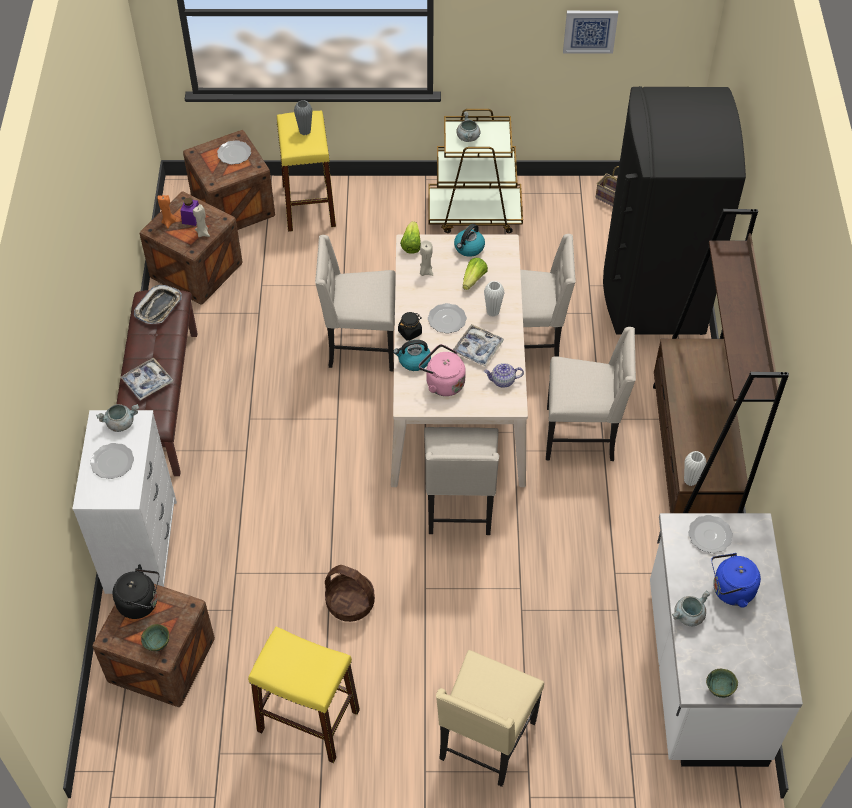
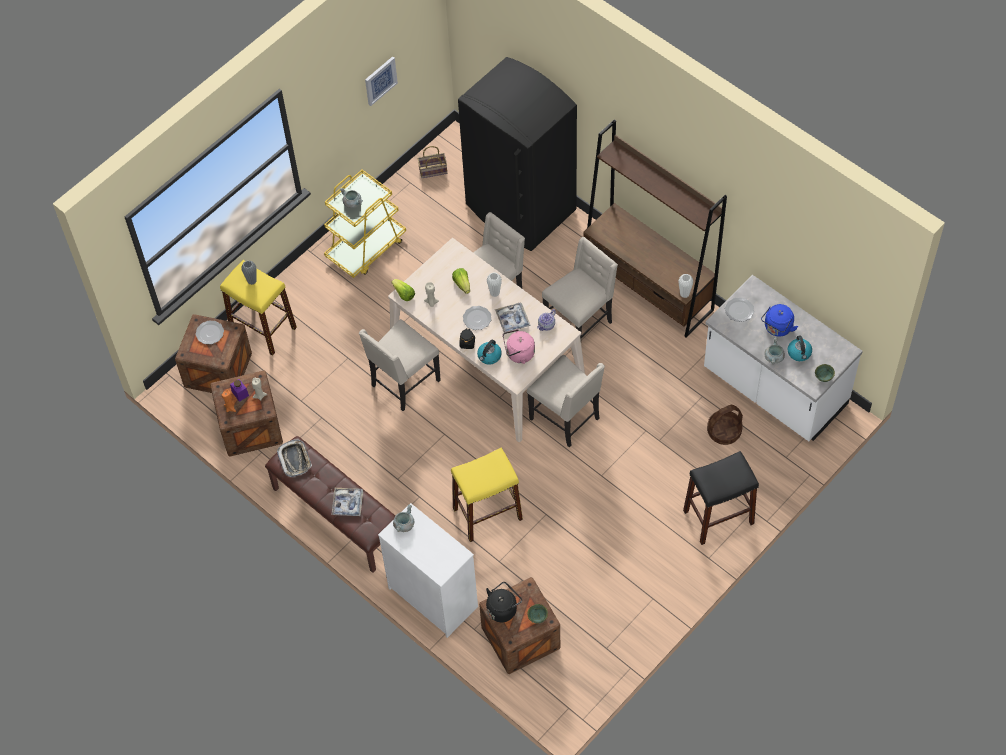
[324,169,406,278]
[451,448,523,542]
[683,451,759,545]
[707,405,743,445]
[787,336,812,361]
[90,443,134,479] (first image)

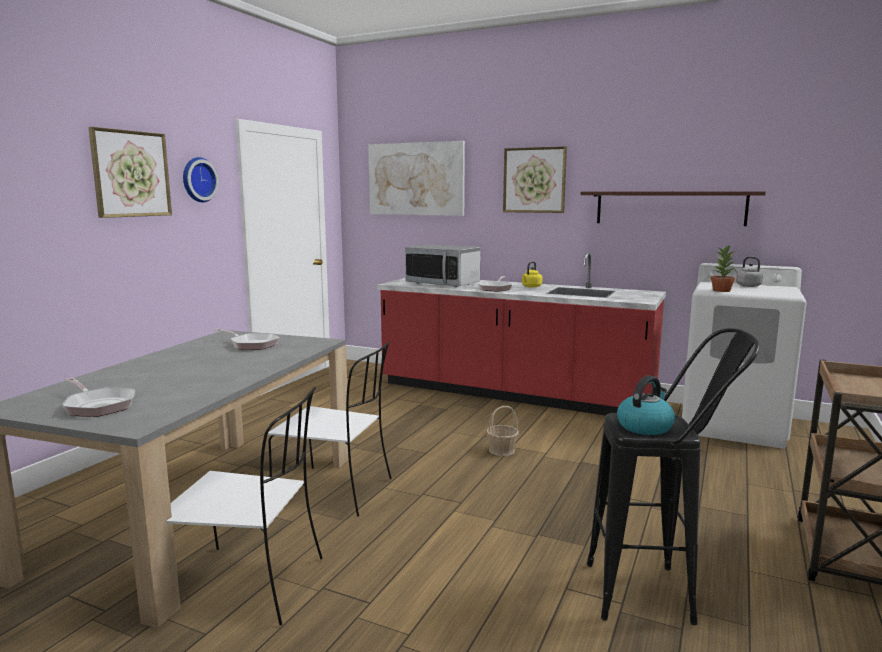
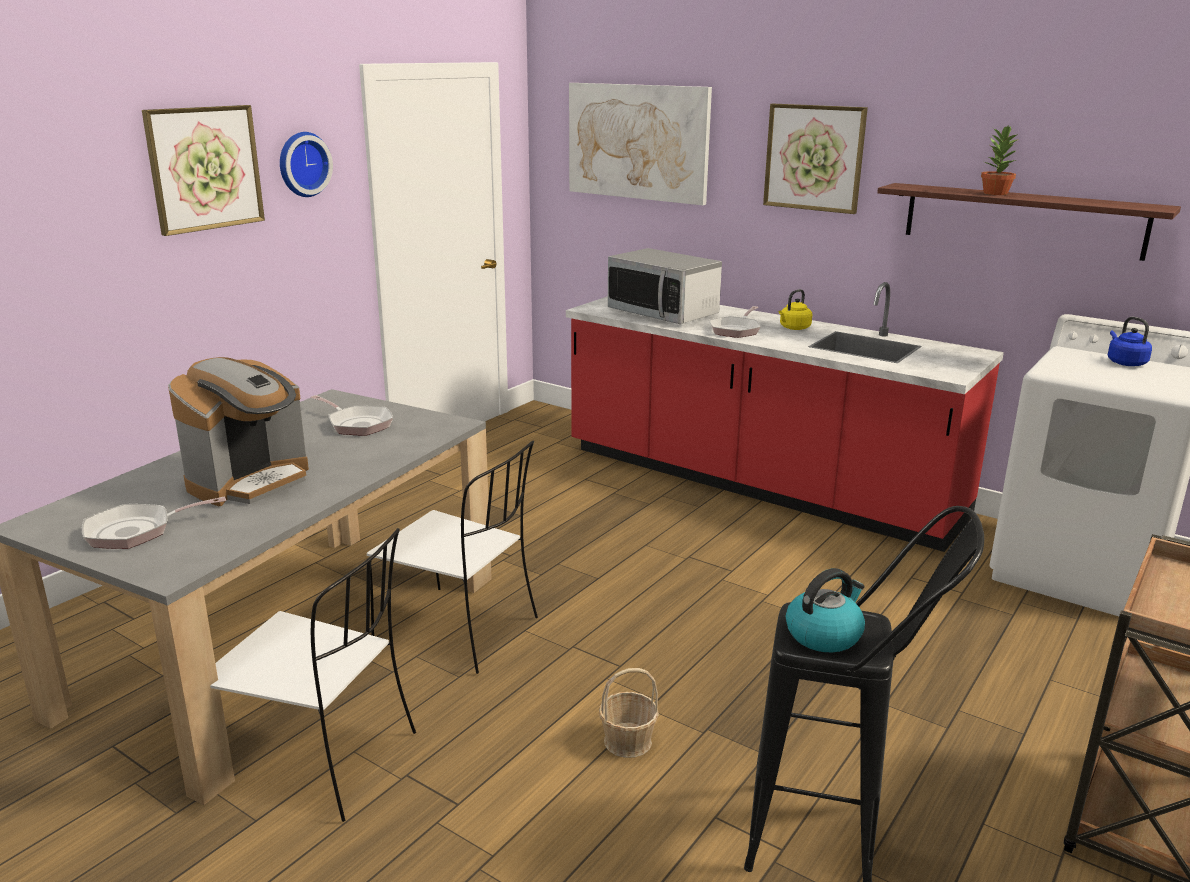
[82,497,226,549]
[168,357,309,506]
[599,668,659,758]
[981,126,1019,195]
[1108,317,1152,366]

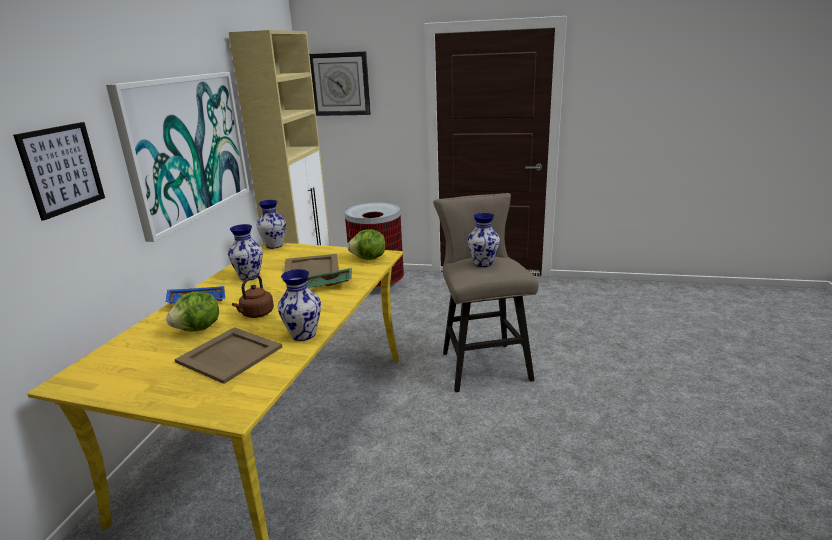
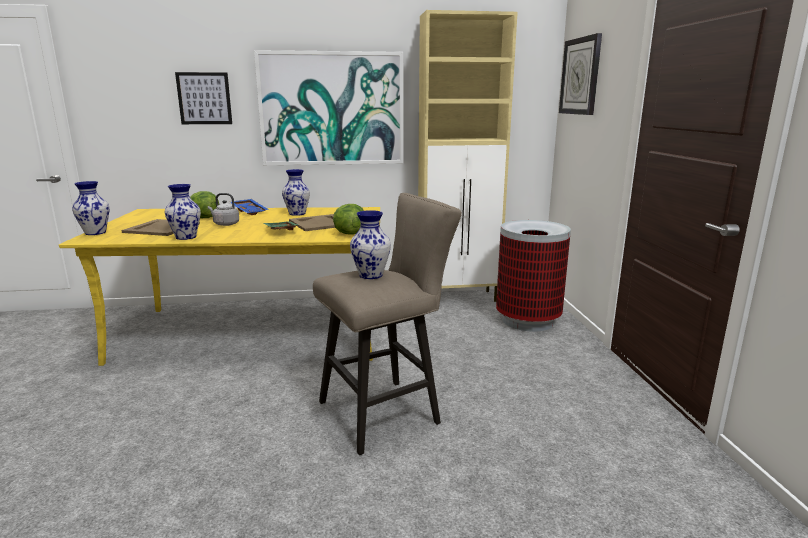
[72,181,109,235]
[208,193,239,226]

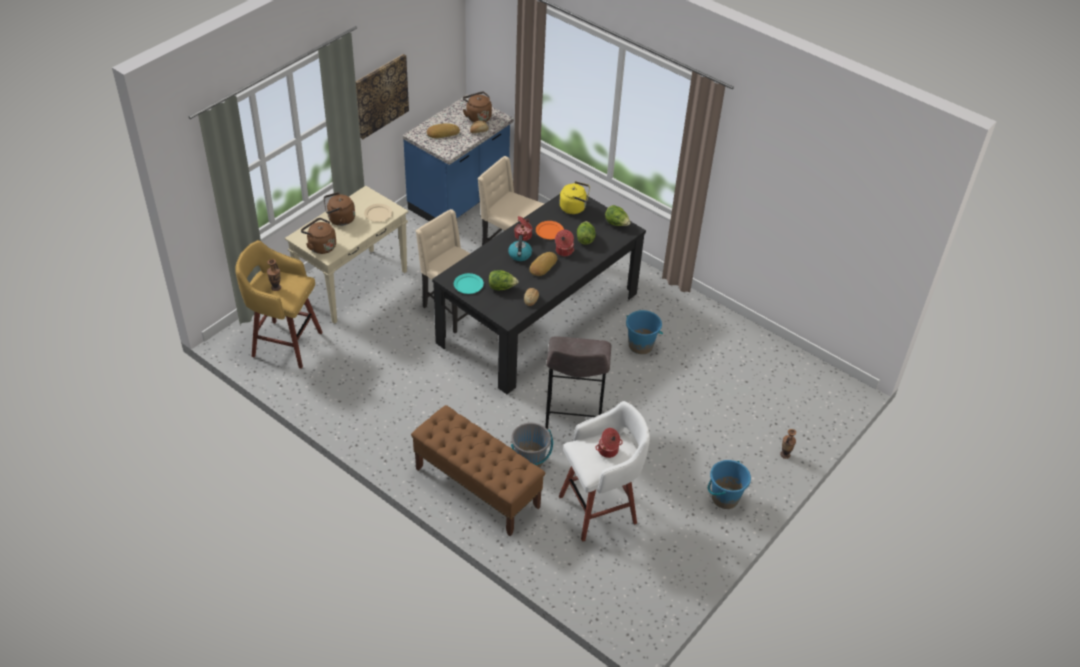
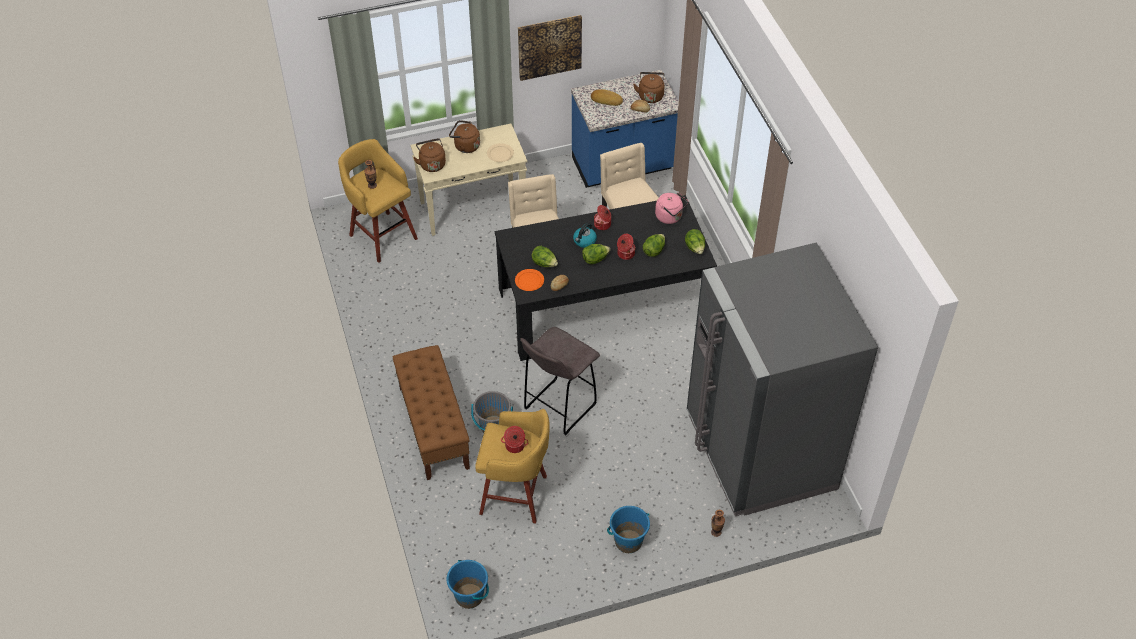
[447,560,489,609]
[475,409,550,523]
[515,269,544,291]
[582,244,610,264]
[655,193,689,224]
[687,242,878,516]
[454,273,484,294] (first image)

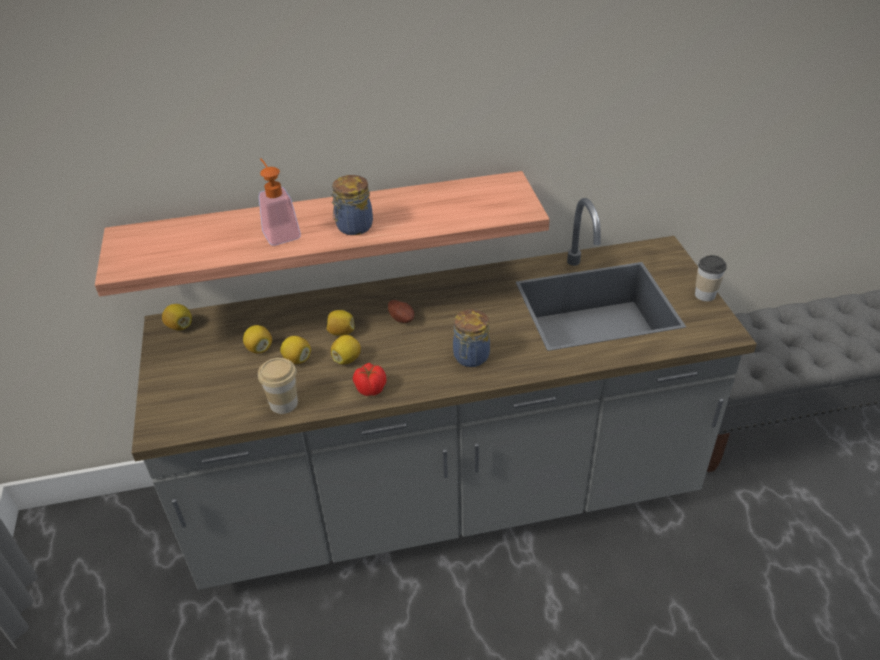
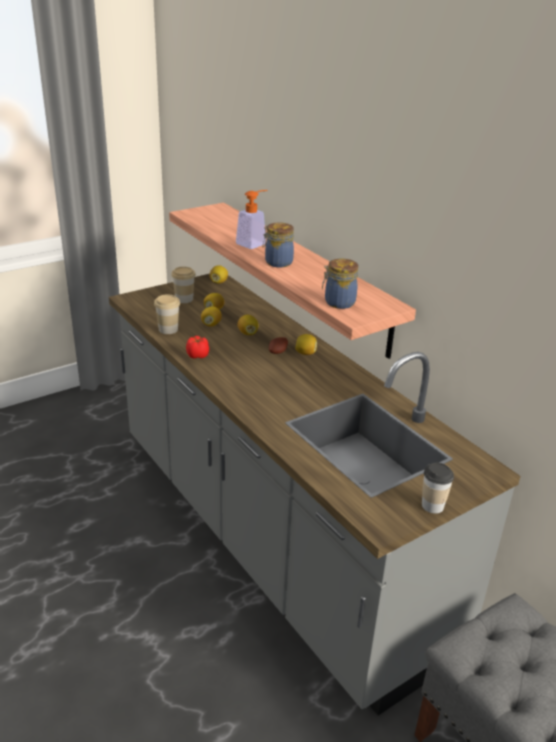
[171,267,196,303]
[295,334,317,355]
[322,259,359,309]

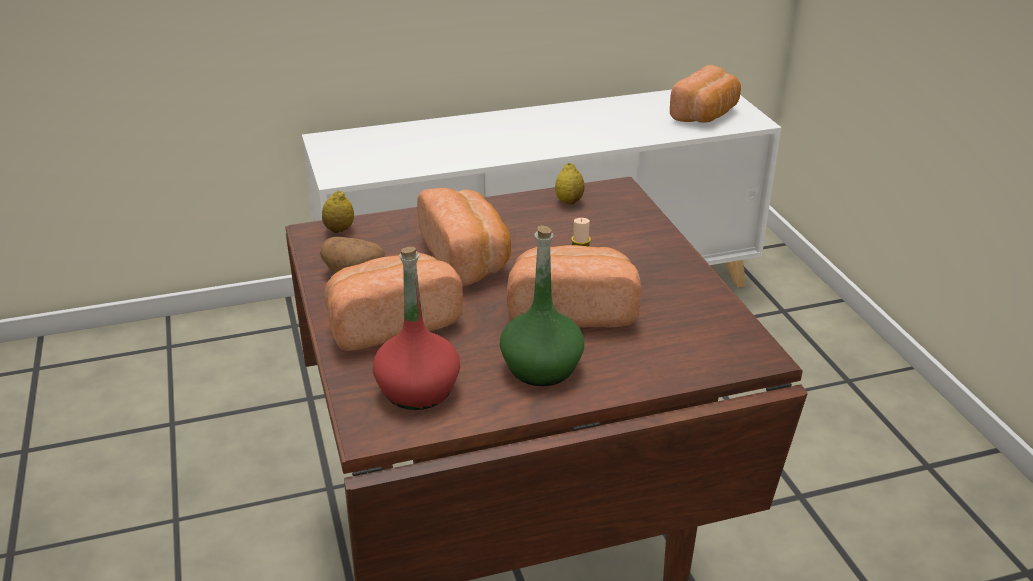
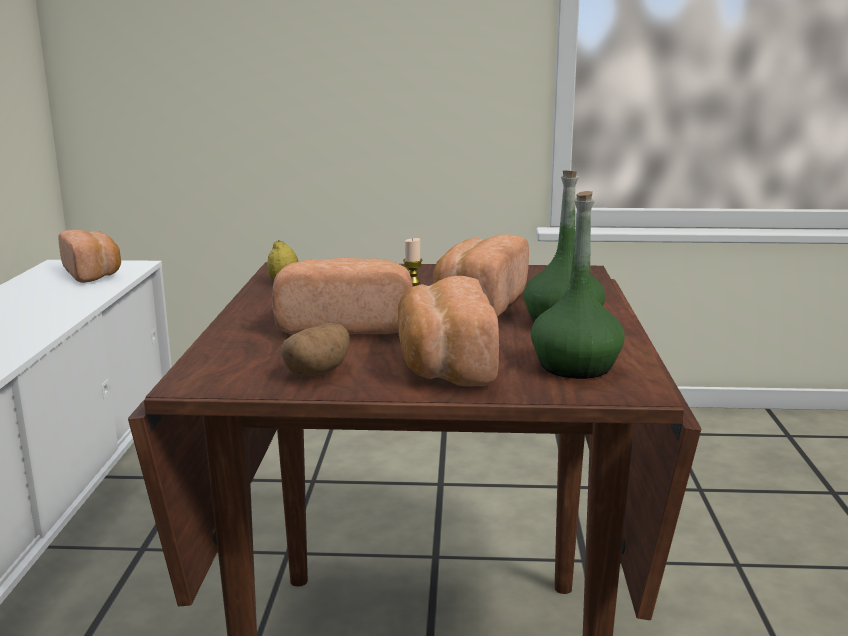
[531,191,625,379]
[322,190,354,233] (first image)

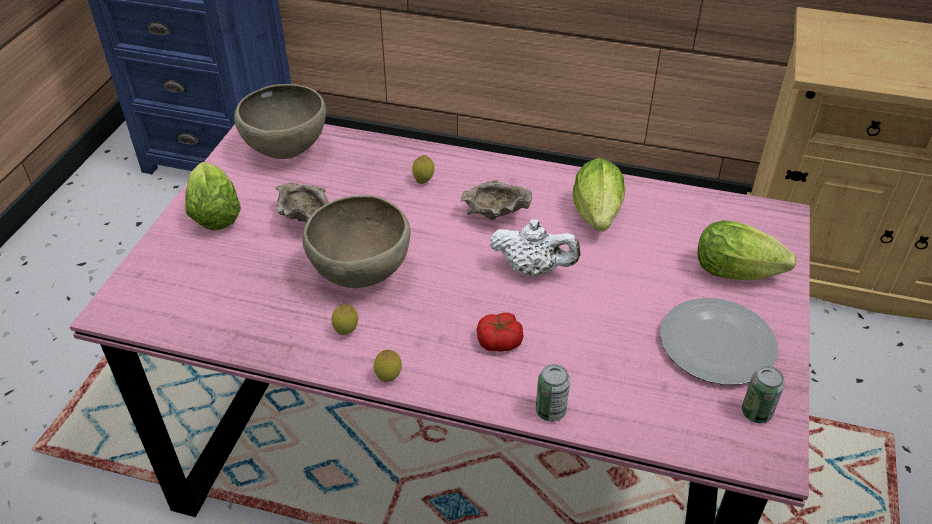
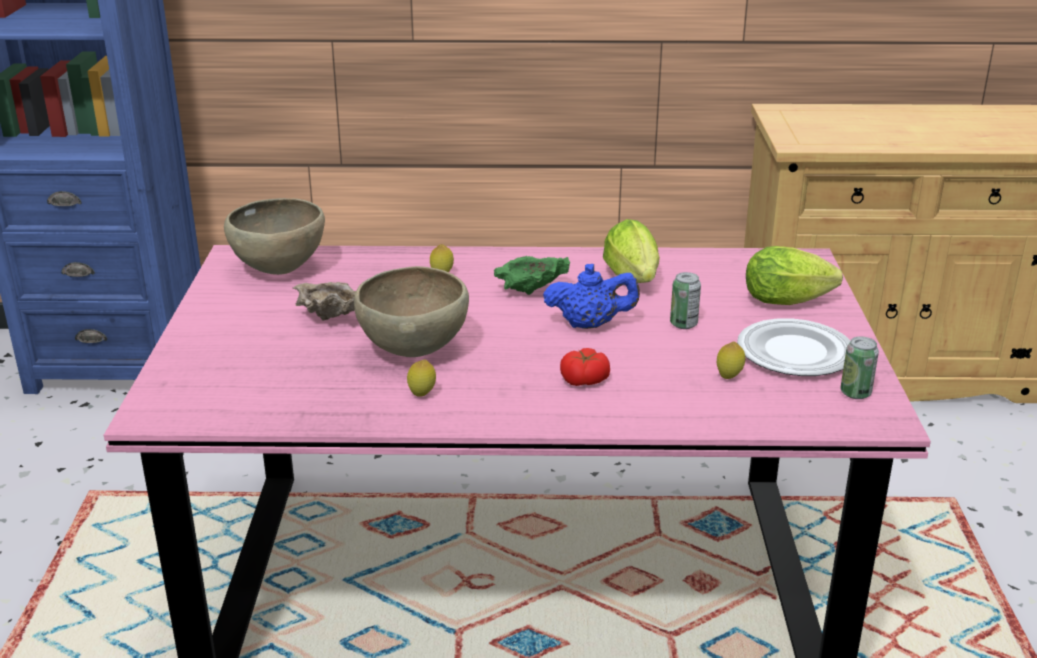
[494,256,570,295]
[543,264,640,329]
[670,272,701,329]
[717,342,745,379]
[185,162,241,230] (first image)

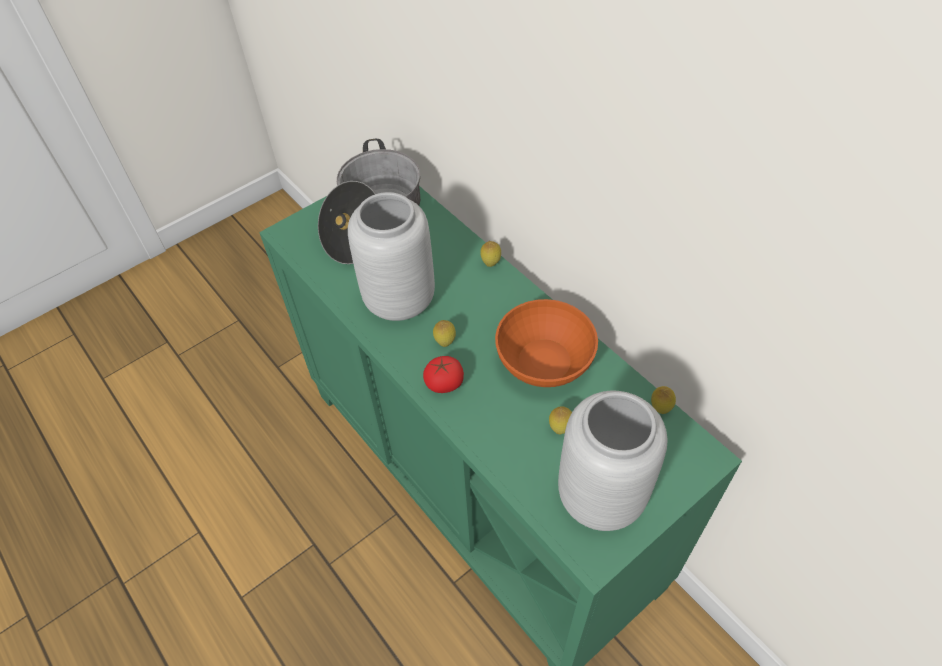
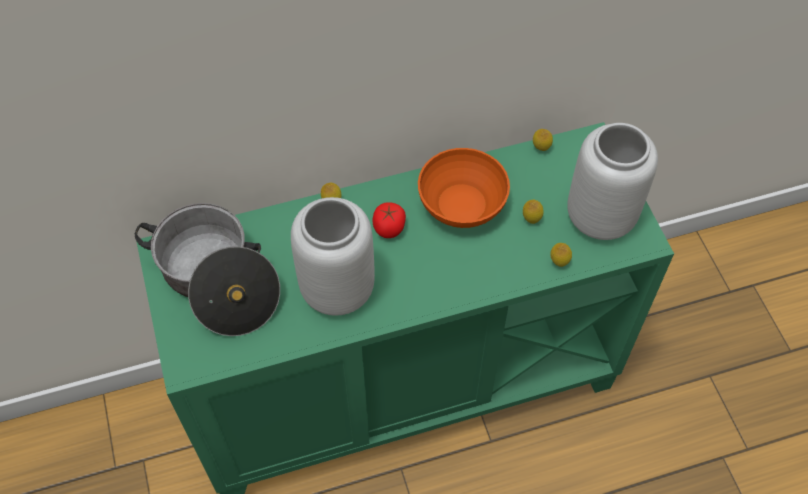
[373,202,406,238]
[550,243,572,267]

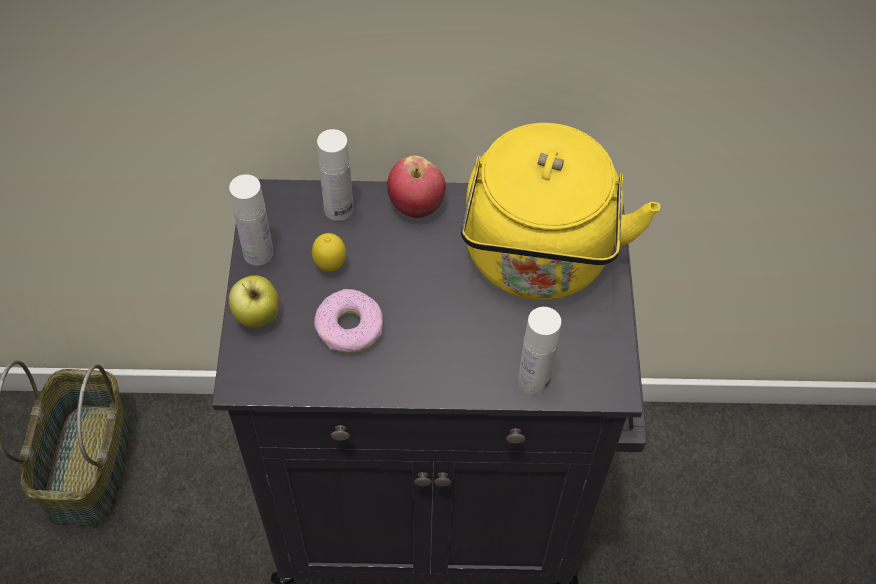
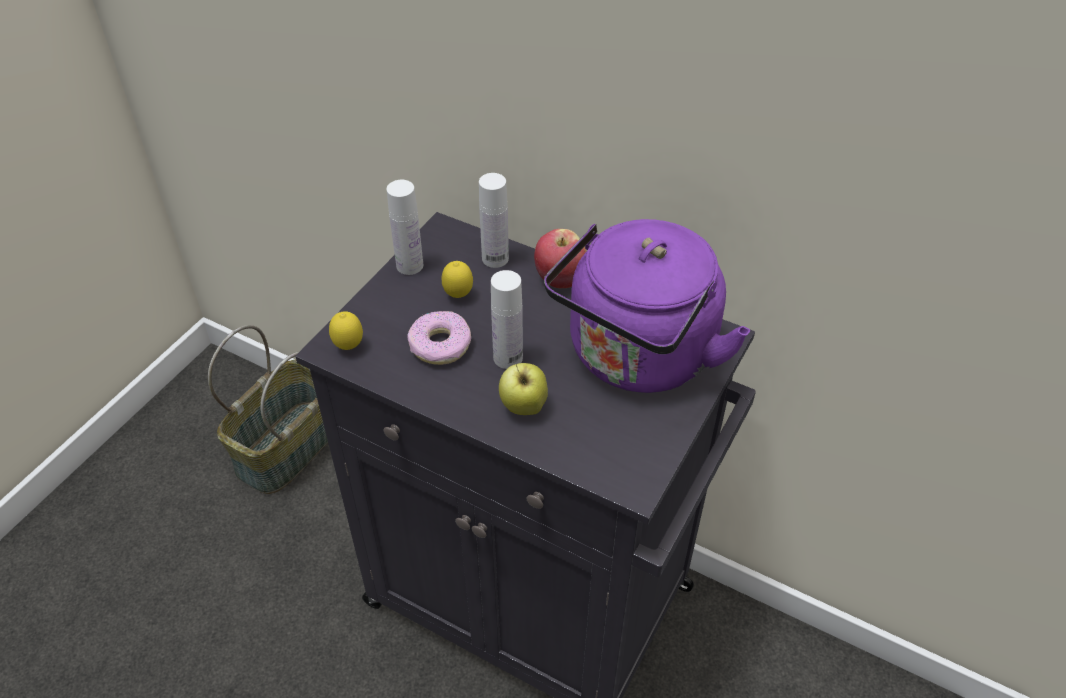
[329,311,363,350]
[491,270,523,369]
[499,363,548,415]
[544,219,750,393]

